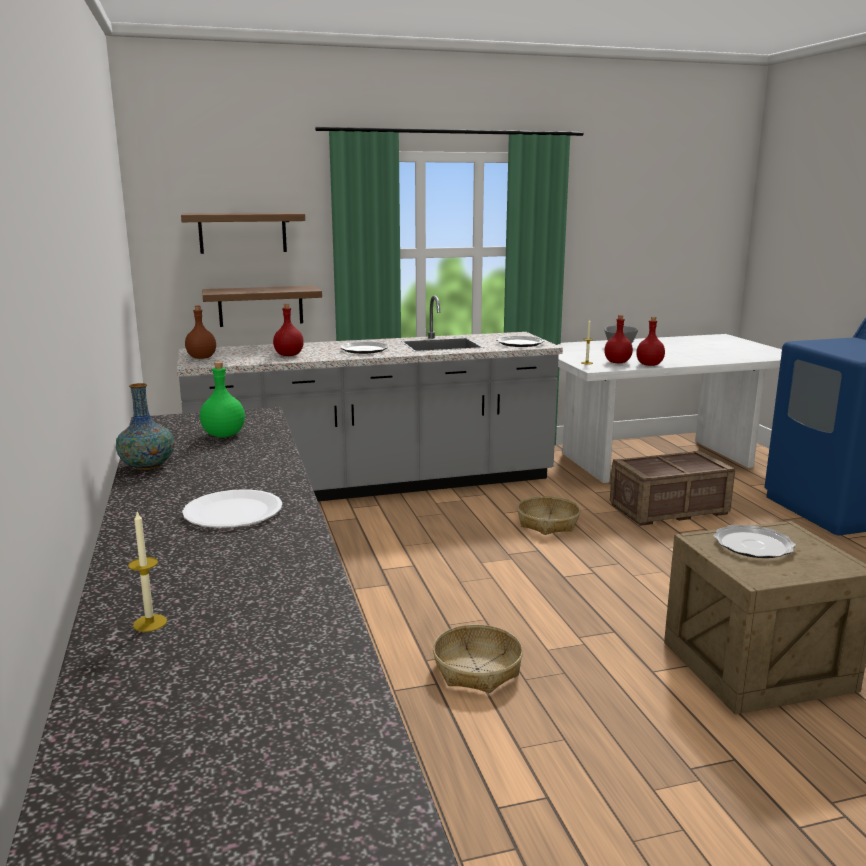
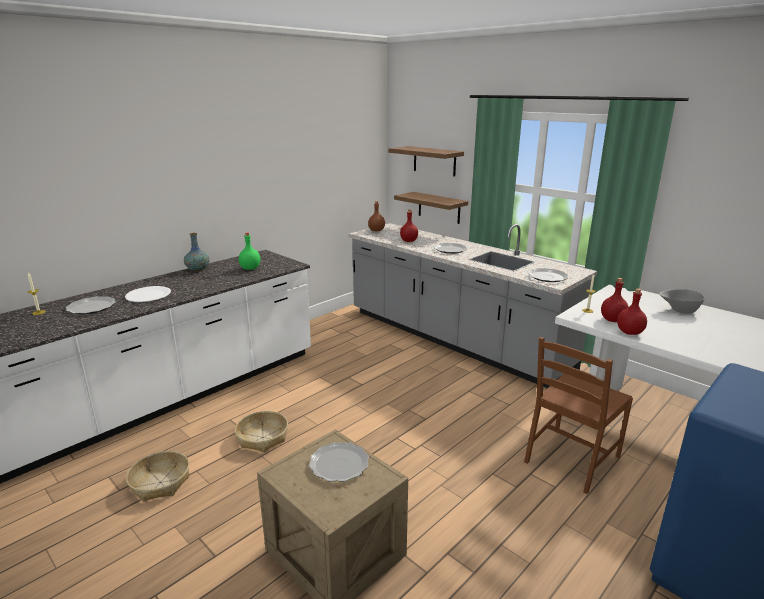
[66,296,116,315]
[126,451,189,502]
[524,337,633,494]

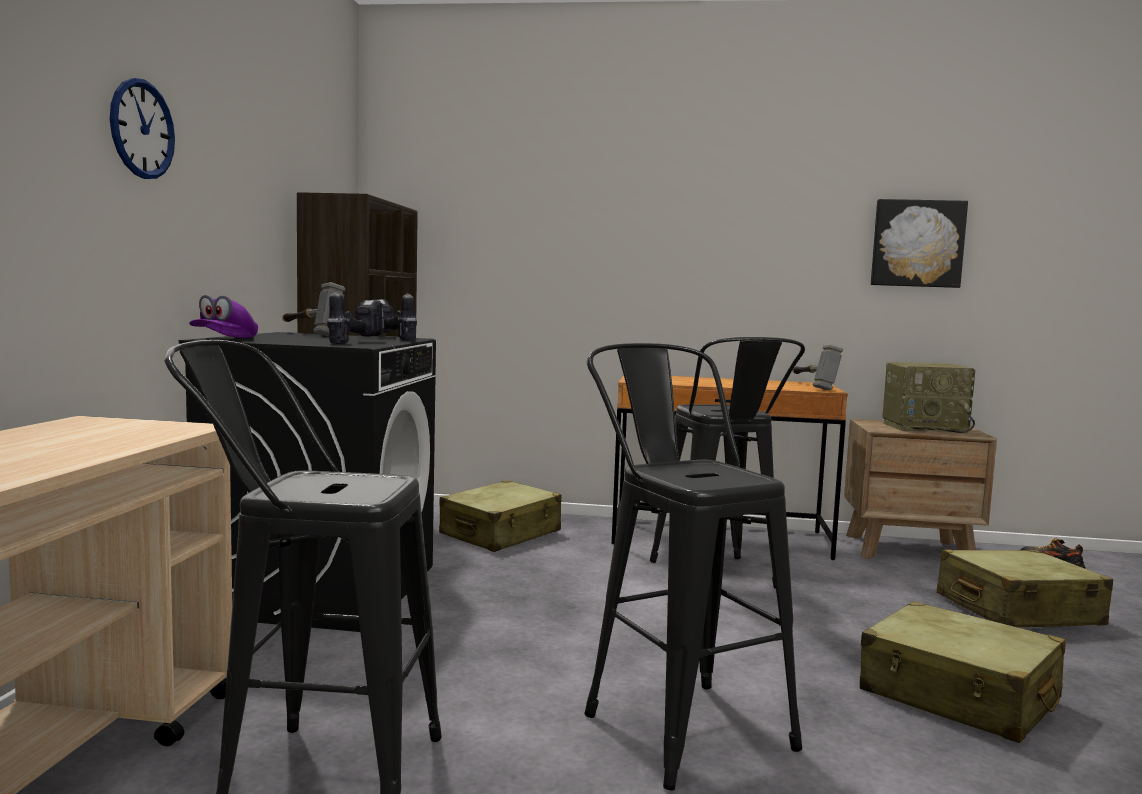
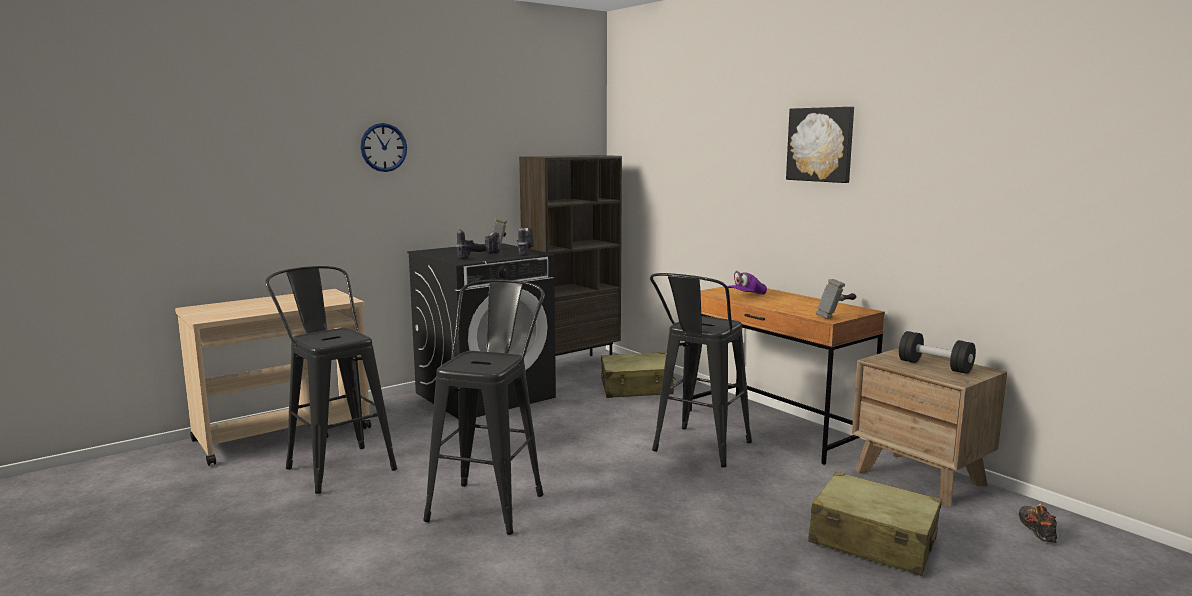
[728,271,767,295]
[786,107,854,183]
[899,331,976,374]
[860,601,1065,743] (first image)

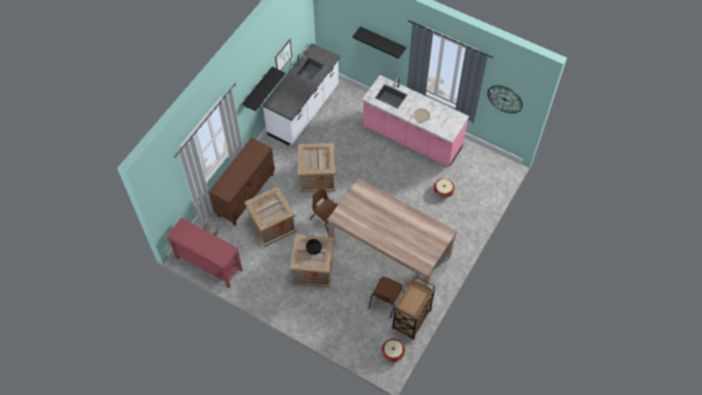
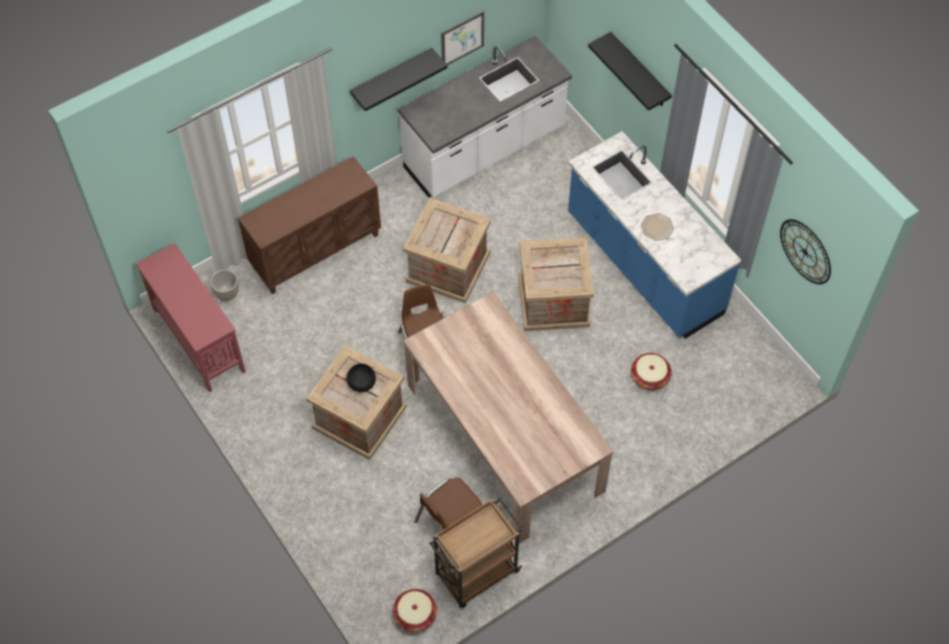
[518,237,594,331]
[568,131,742,339]

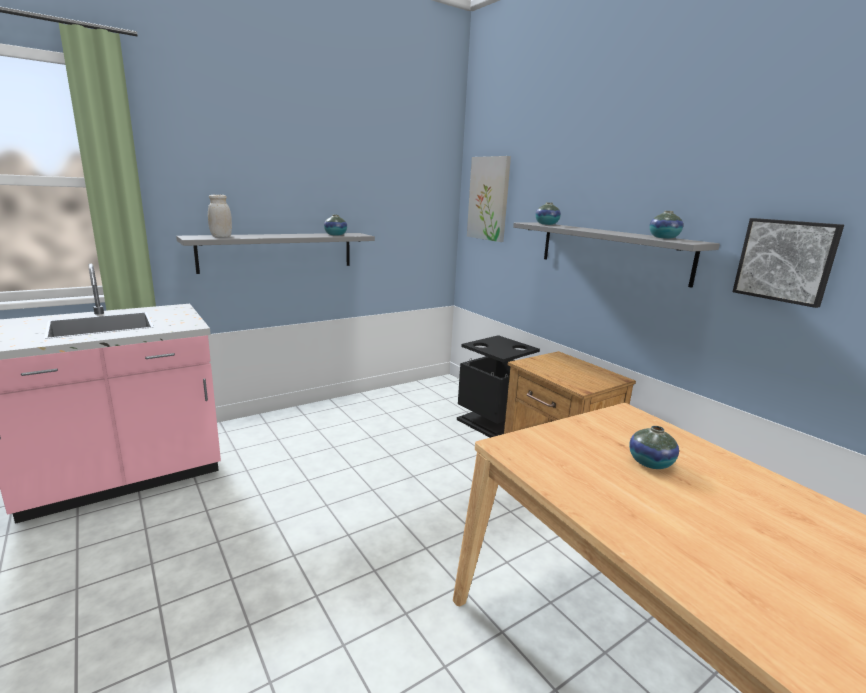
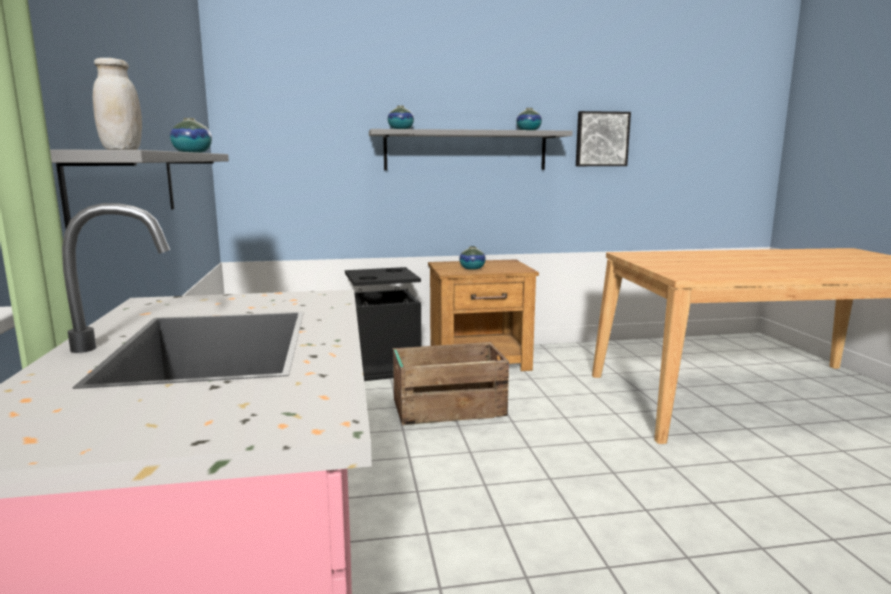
[393,342,509,425]
[459,246,486,270]
[467,156,511,242] (first image)

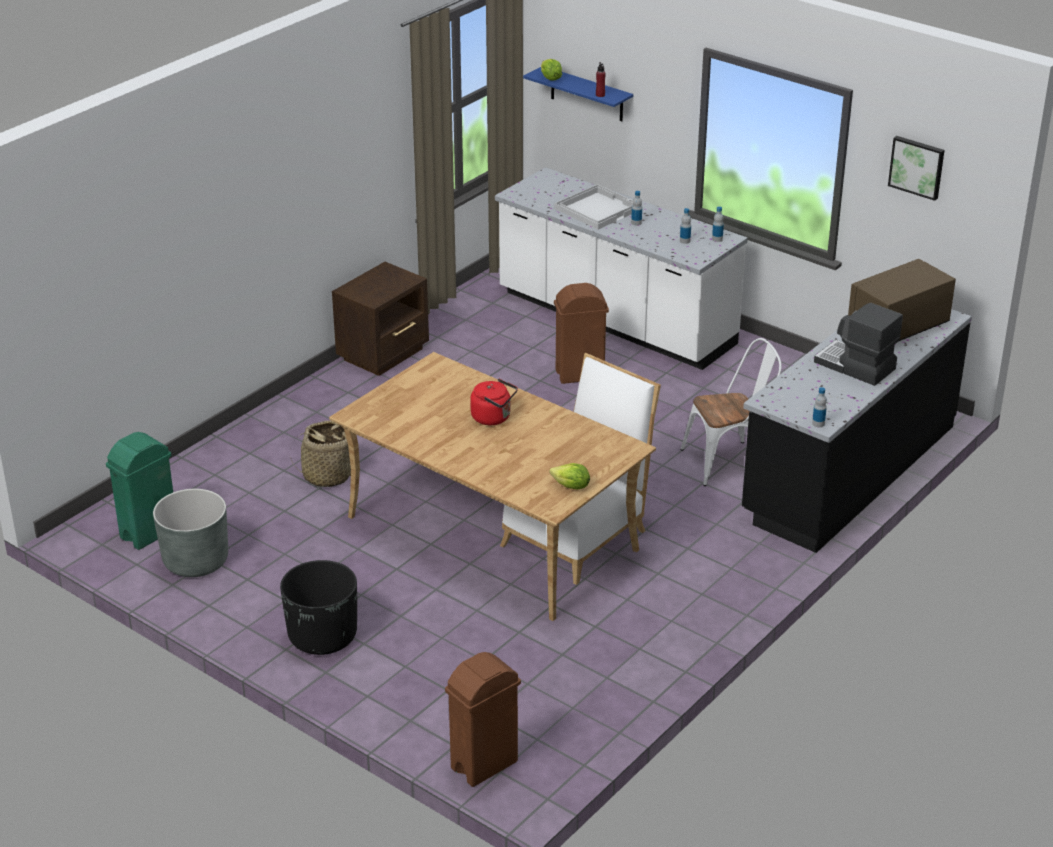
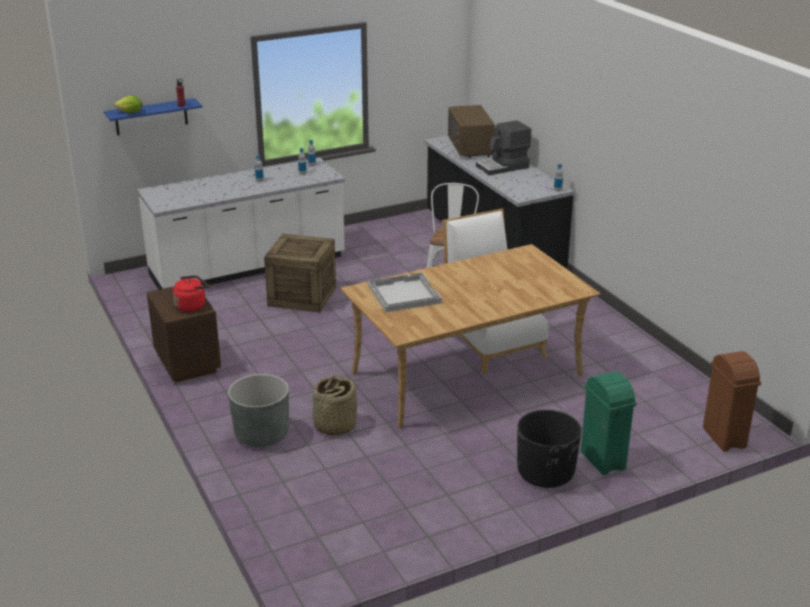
[173,275,210,312]
[228,374,289,447]
[264,234,336,312]
[368,273,442,312]
[581,371,637,475]
[549,463,590,489] (first image)
[888,136,944,201] (first image)

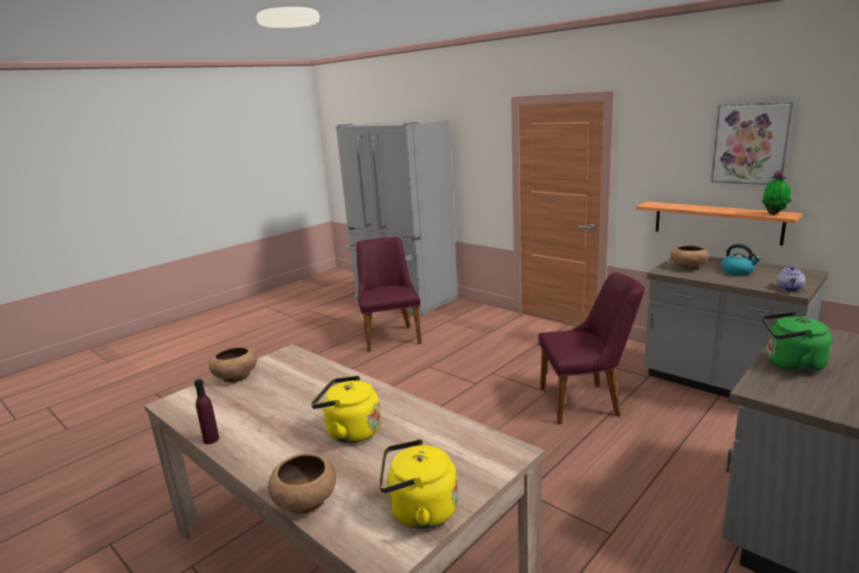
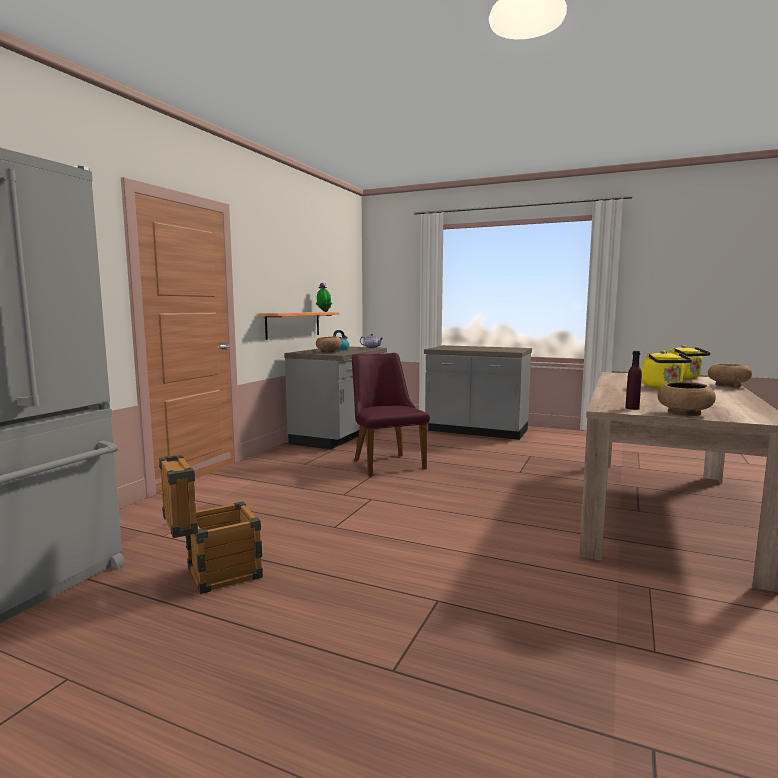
[159,455,263,594]
[625,351,642,410]
[711,102,793,185] (first image)
[762,312,832,373] (first image)

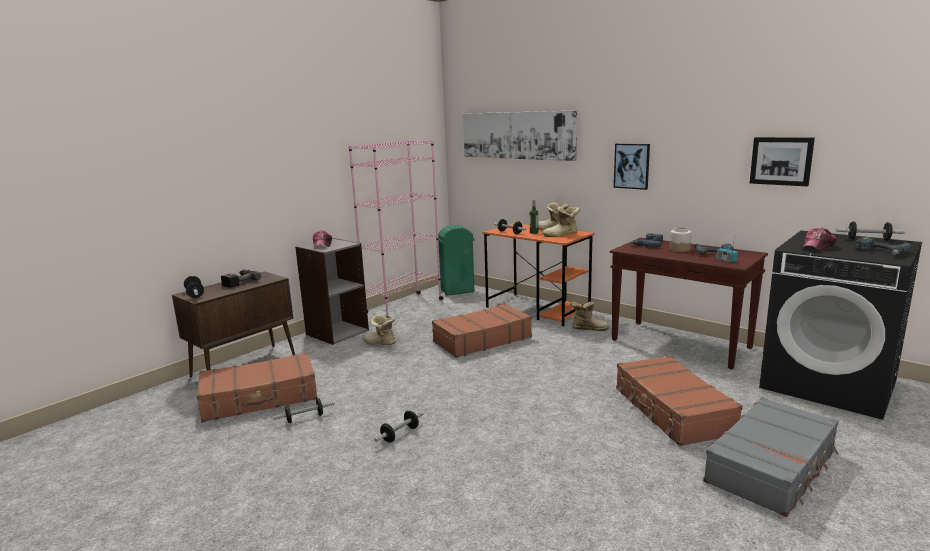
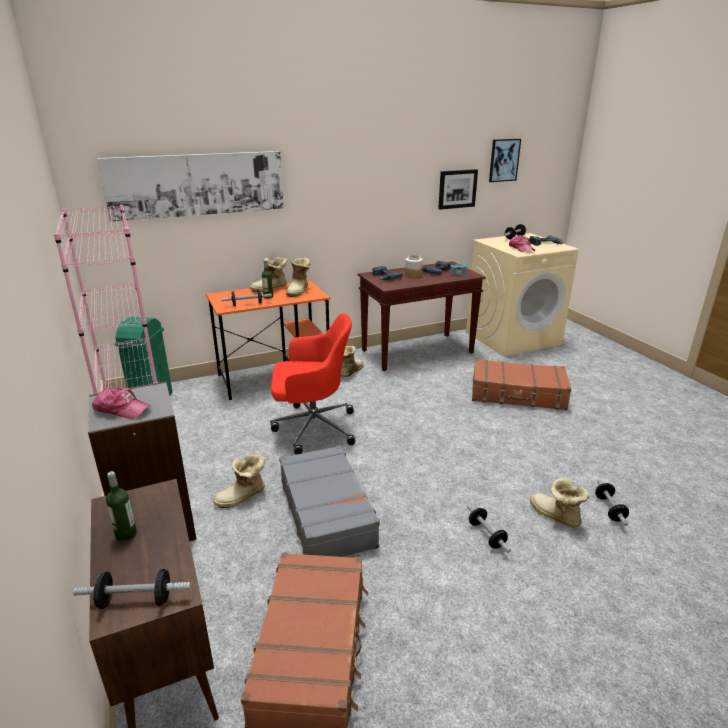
[106,471,137,541]
[270,313,355,455]
[279,446,380,557]
[466,233,579,357]
[489,139,521,182]
[530,478,590,528]
[595,480,629,526]

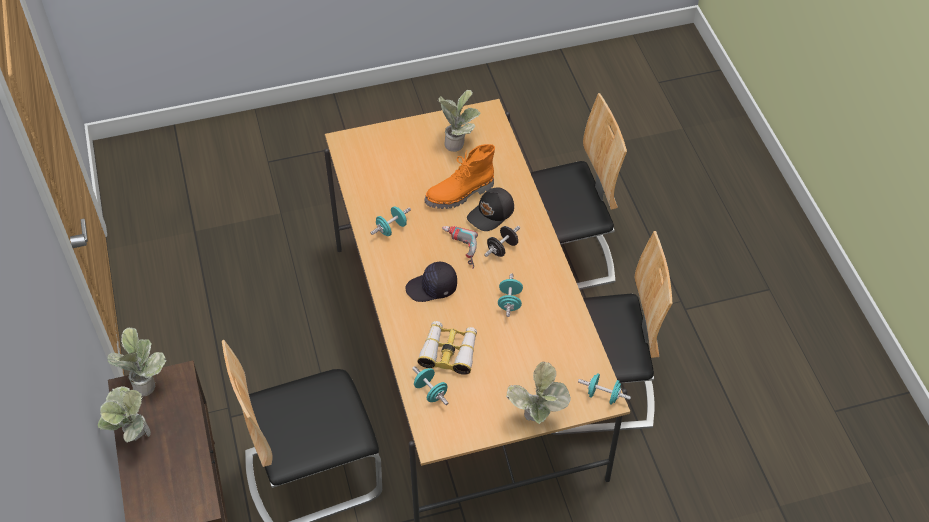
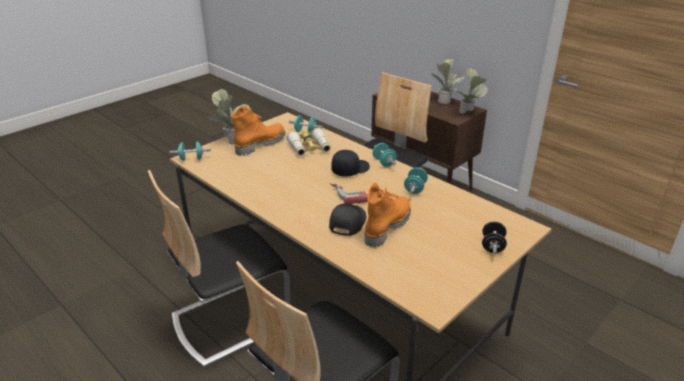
[231,105,285,156]
[372,143,397,167]
[482,222,507,254]
[438,90,481,152] (first image)

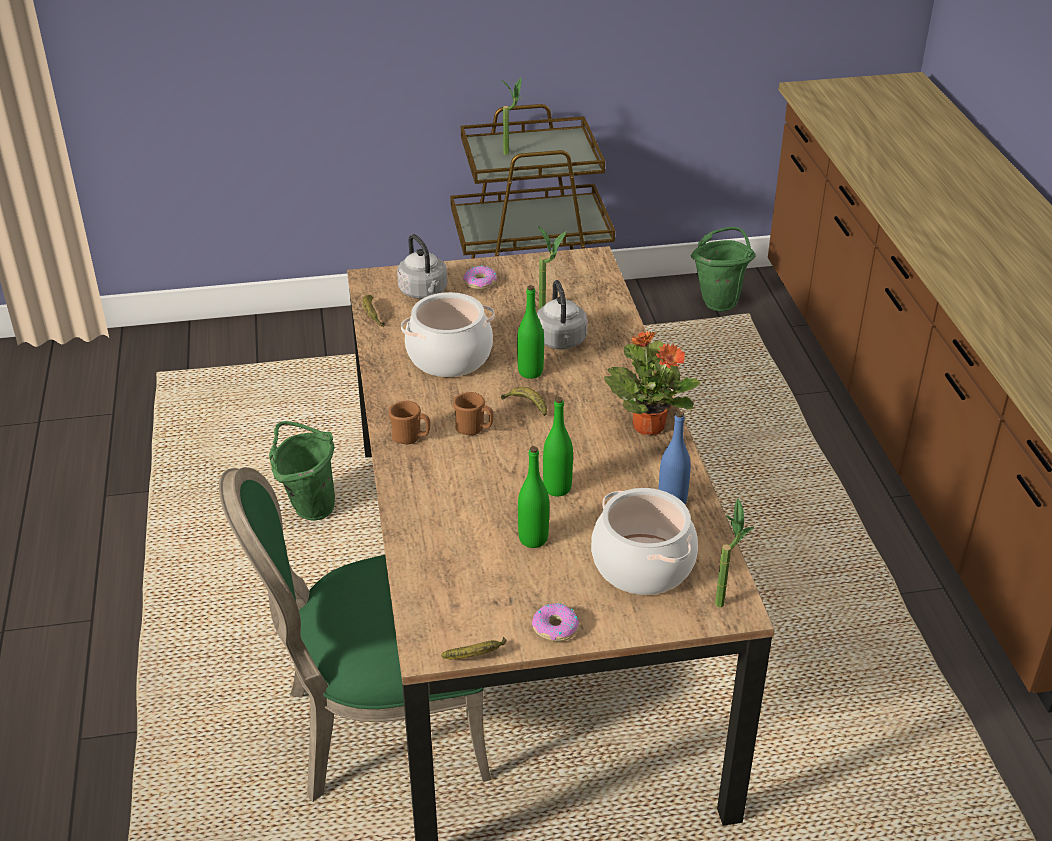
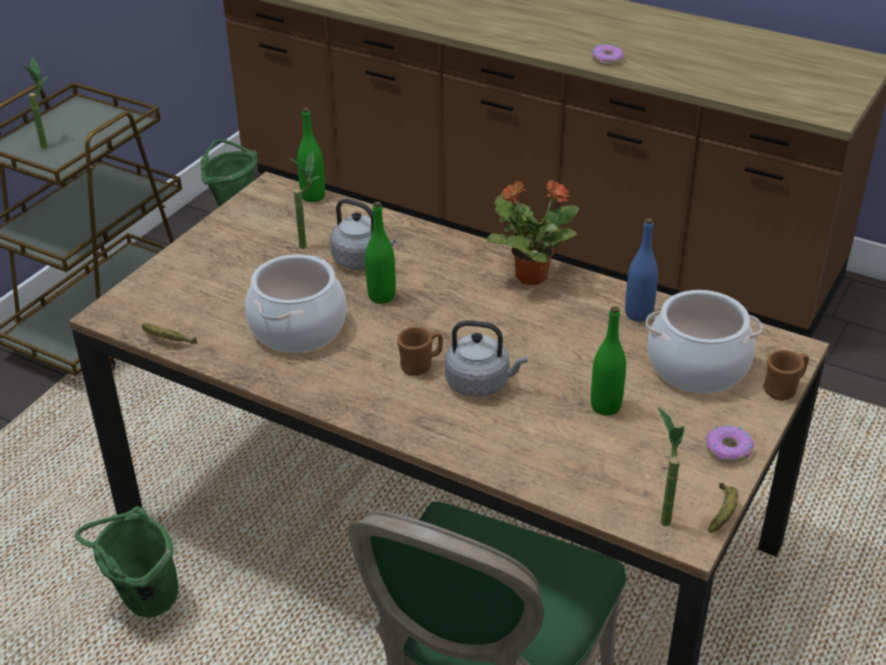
[297,108,325,202]
[445,320,528,397]
[592,44,624,65]
[658,407,685,526]
[763,350,809,401]
[501,387,547,416] (first image)

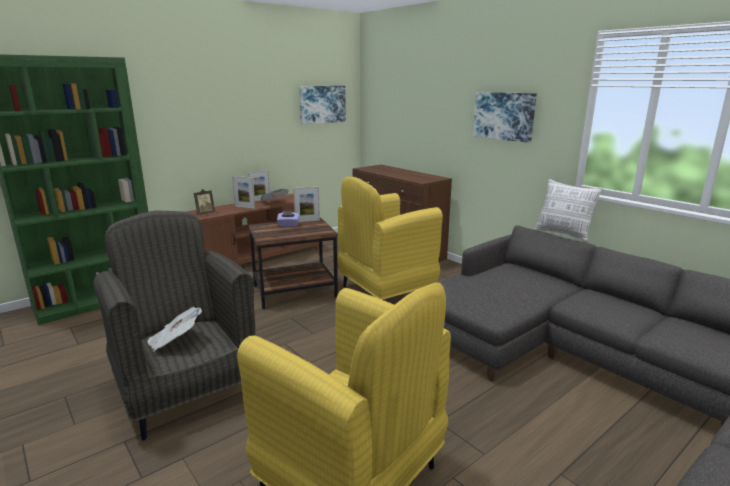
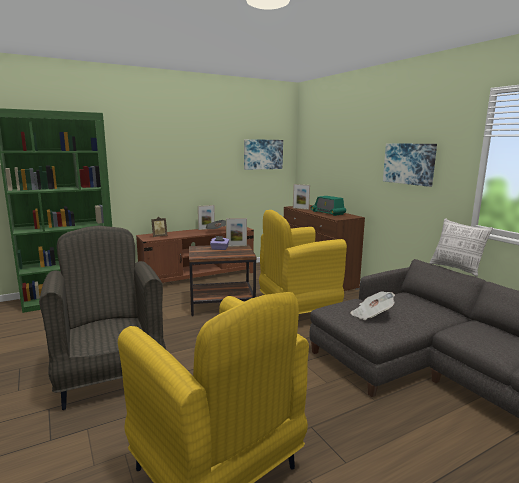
[293,184,310,210]
[311,196,346,216]
[350,291,395,320]

